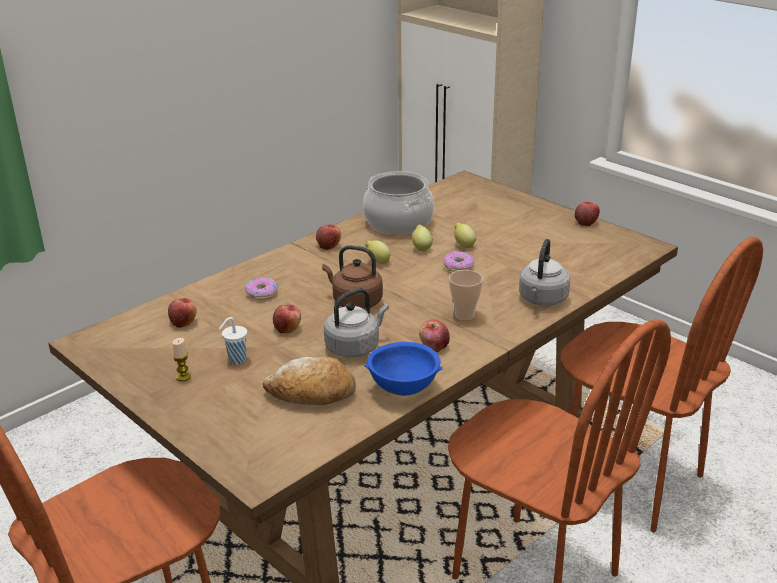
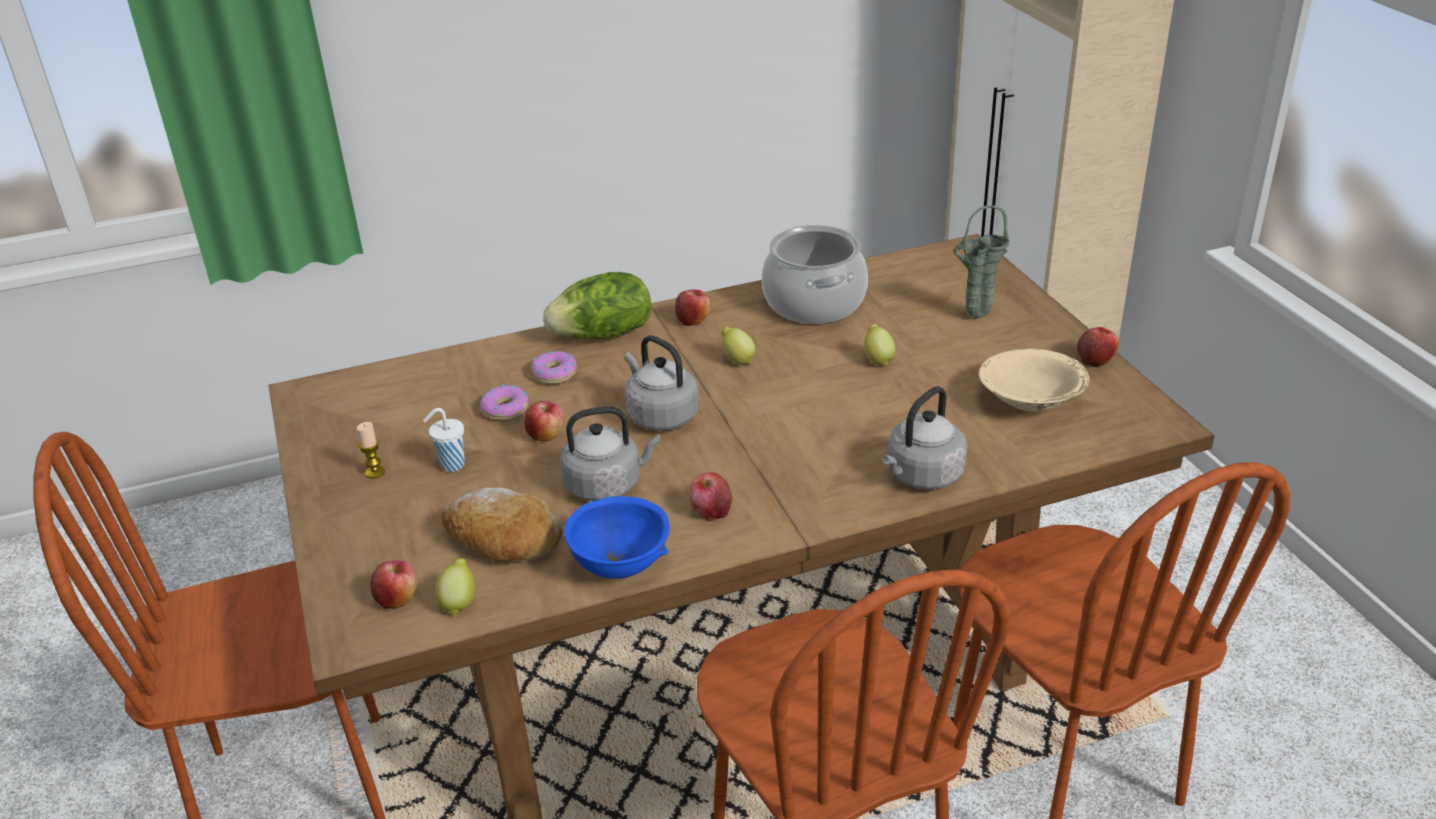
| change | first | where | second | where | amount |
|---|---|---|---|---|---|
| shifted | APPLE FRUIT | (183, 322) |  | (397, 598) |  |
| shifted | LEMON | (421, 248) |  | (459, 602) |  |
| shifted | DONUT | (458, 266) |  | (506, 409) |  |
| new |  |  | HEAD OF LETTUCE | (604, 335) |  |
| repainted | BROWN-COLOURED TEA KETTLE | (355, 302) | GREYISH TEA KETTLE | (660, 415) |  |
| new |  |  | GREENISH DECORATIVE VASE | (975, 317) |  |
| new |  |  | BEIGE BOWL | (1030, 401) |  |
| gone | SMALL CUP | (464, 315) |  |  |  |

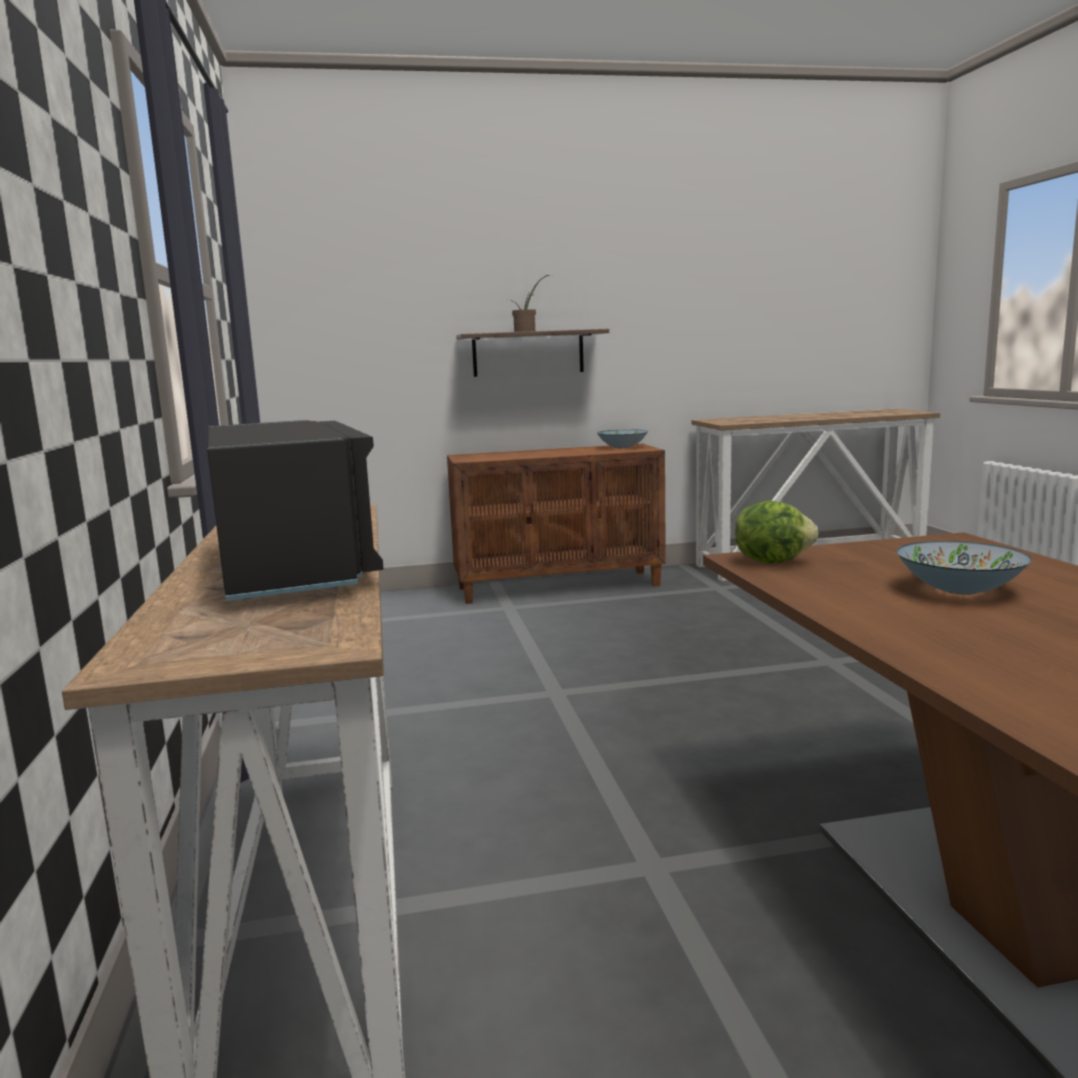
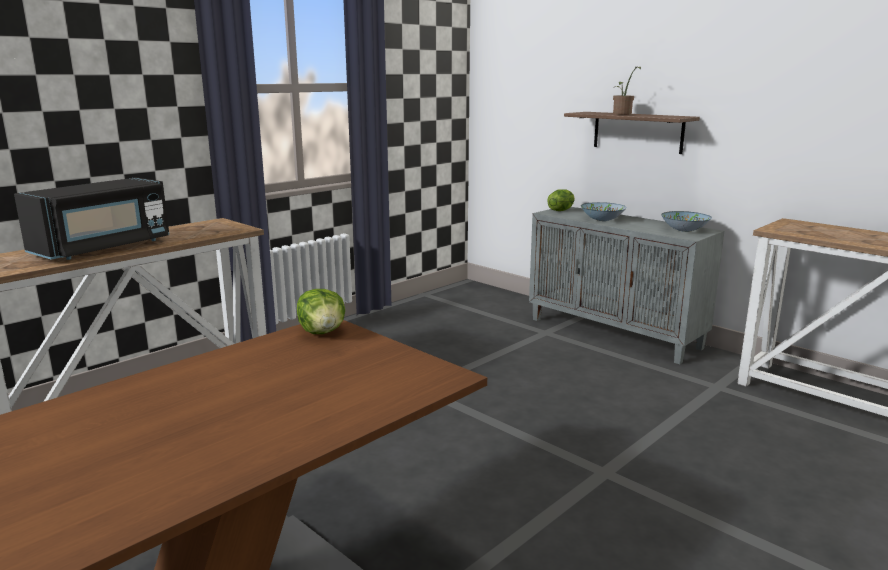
| change | first | where | second | where | amount |
|---|---|---|---|---|---|
| repainted | BROWN-COLOURED STORAGE CABINET | (559, 586) | GREYISH STORAGE CABINET | (615, 333) |  |
| new |  |  | HEAD OF LETTUCE | (560, 210) |  |
| shifted | BOWL | (959, 590) |  | (602, 220) |  |

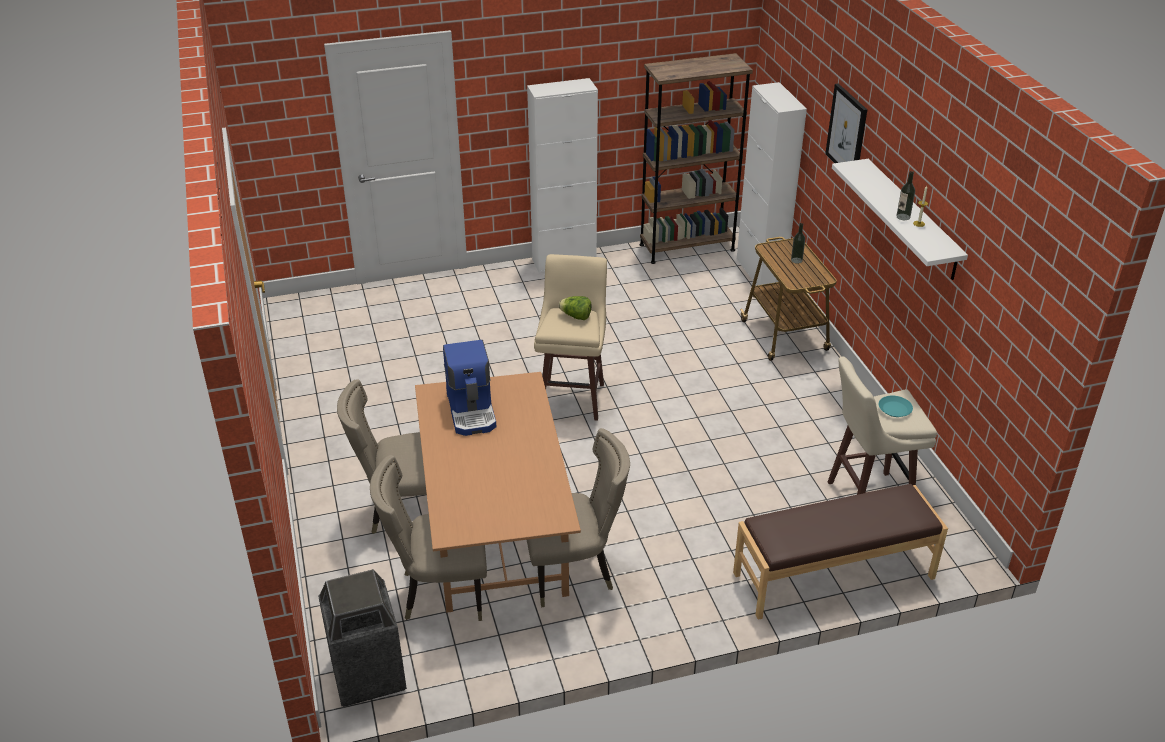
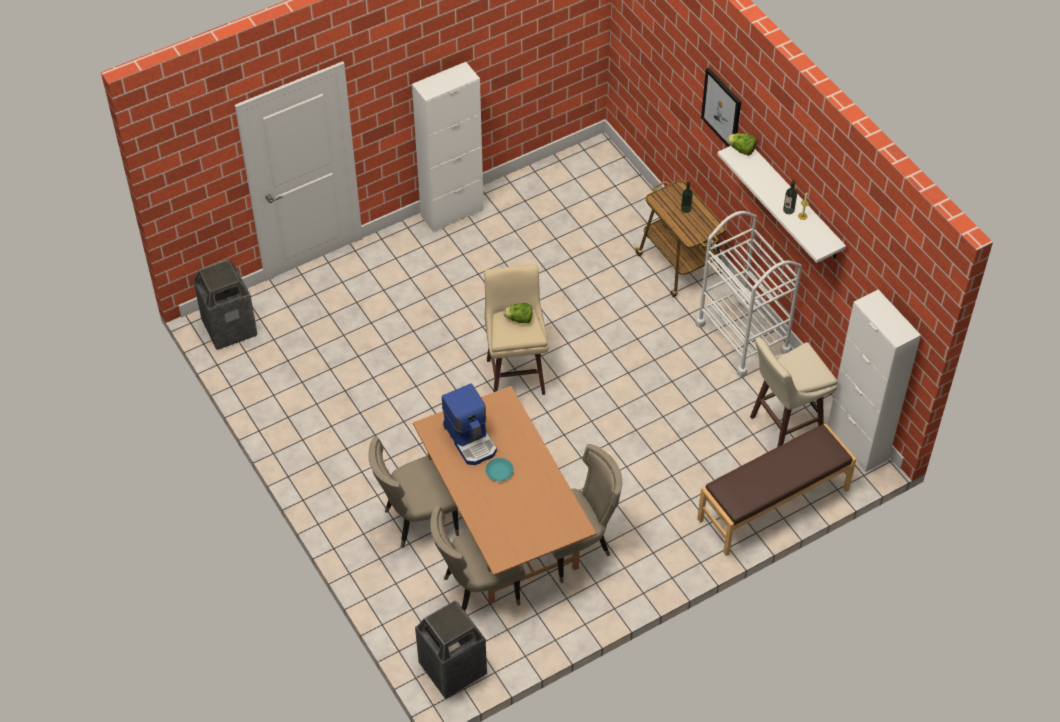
| change | first | where | second | where | amount |
|---|---|---|---|---|---|
| new |  |  | TRASH CAN | (229, 328) |  |
| shifted | BLUE-GREEN DINNER PLATE | (894, 409) |  | (499, 471) |  |
| new |  |  | WHITE-COLOURED TROLLEY | (742, 337) |  |
| new |  |  | HEAD OF LETTUCE | (741, 150) |  |
| shifted | WHITE-COLOURED STORAGE CABINET | (760, 272) |  | (857, 443) |  |
| gone | BROWN-COLOURED BOOKCASE | (687, 247) |  |  |  |

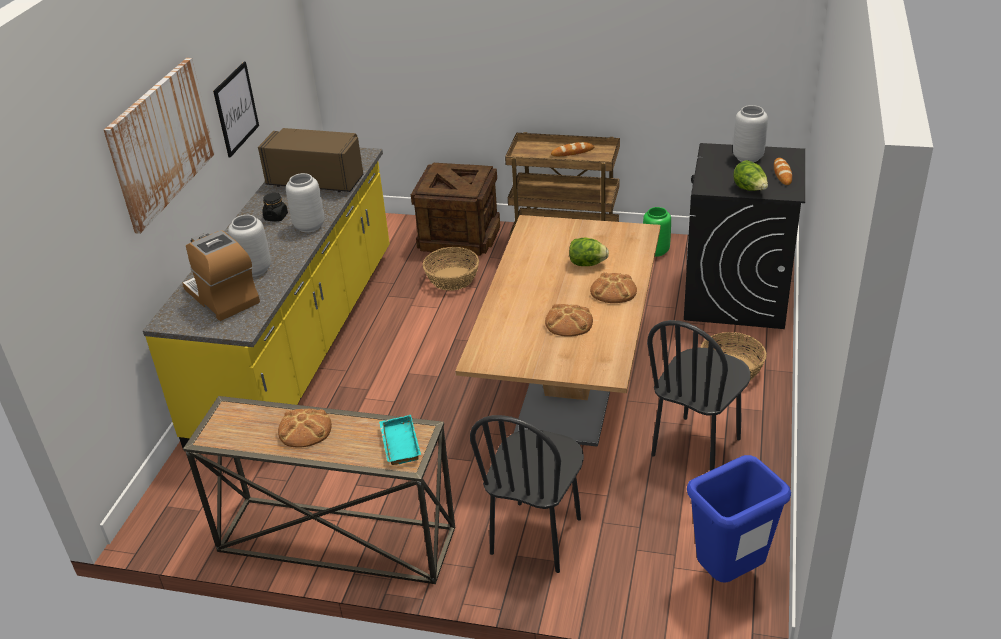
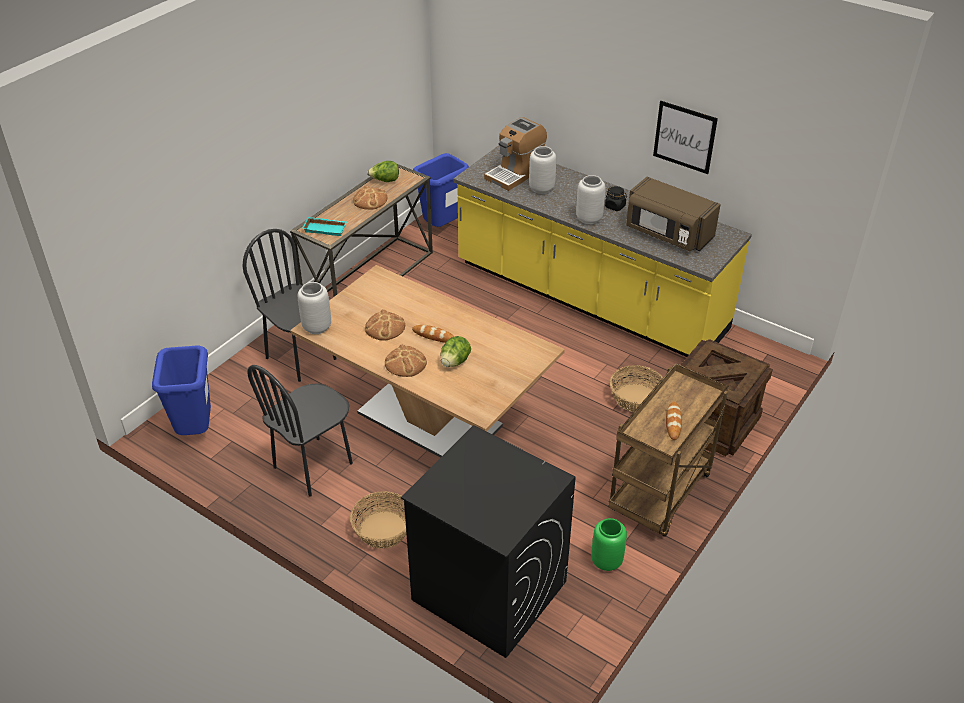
| change | first | where | second | where | amount |
|---|---|---|---|---|---|
| rotated | BLACK CHAIR | (697, 447) |  | (313, 466) | 105 degrees counterclockwise |
| shifted | GREYISH DECORATIVE VASE | (748, 158) |  | (316, 327) |  |
| shifted | HEAD OF LETTUCE | (750, 189) |  | (385, 181) |  |
| shifted | BAKED BREAD | (782, 173) |  | (434, 336) |  |
| new |  |  | BLUISH TRASH CAN | (443, 227) |  |
| rotated | COFFEE MAKER | (222, 297) |  | (515, 173) | 150 degrees clockwise |
| rotated | BROWN-COLOURED MICROWAVE OVEN | (317, 180) |  | (667, 233) | 90 degrees clockwise |
| gone | WALL PICTURE | (161, 142) |  |  |  |

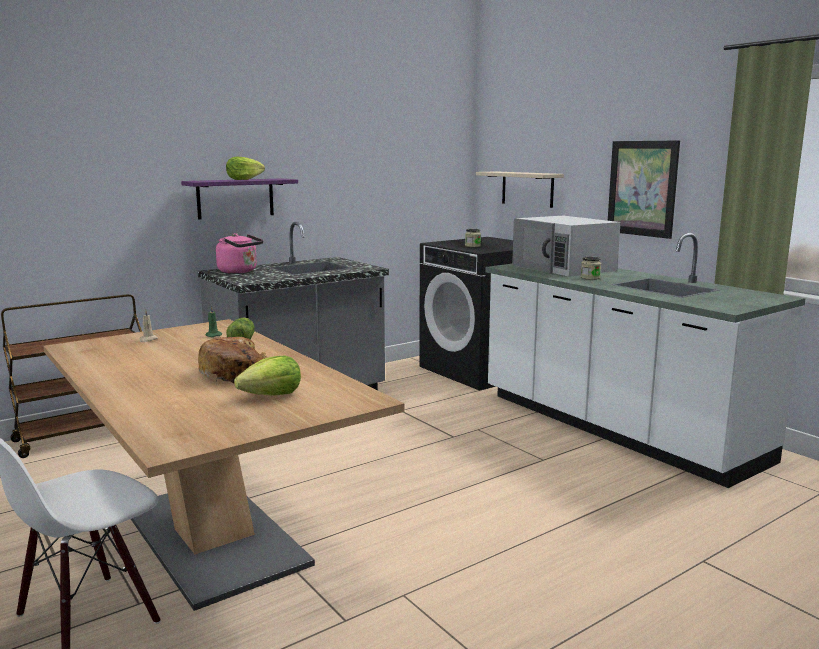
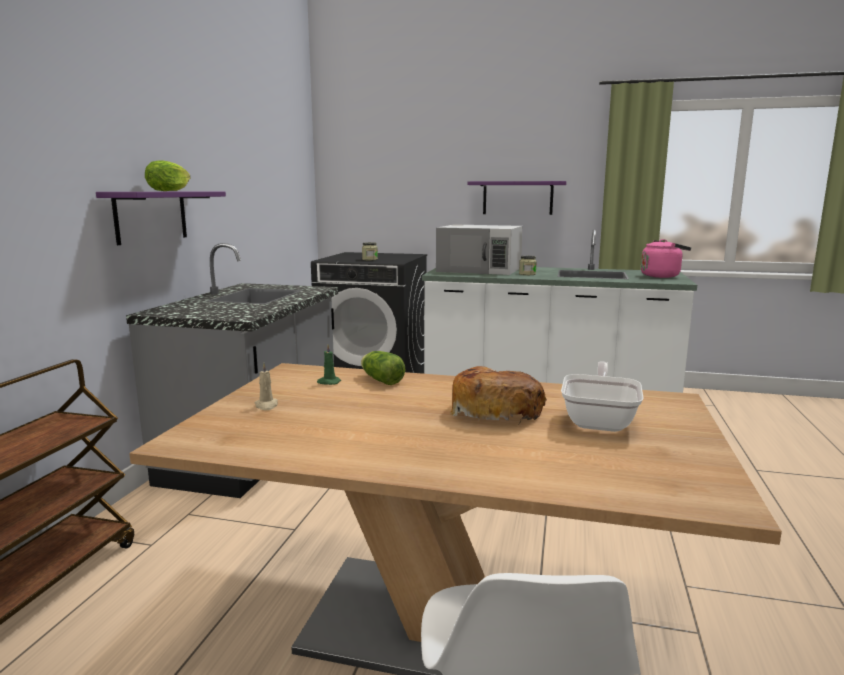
| change | first | where | second | where | amount |
|---|---|---|---|---|---|
| swapped | WALL PICTURE | (642, 188) | PURPLISH WALL SHELF | (517, 198) |  |
| swapped | HEAD OF LETTUCE | (272, 395) | SKILLET | (600, 420) |  |
| shifted | PINK-COLOURED TEA KETTLE | (240, 271) |  | (662, 276) |  |
| gone | BEIGE WALL SHELF | (527, 189) |  |  |  |

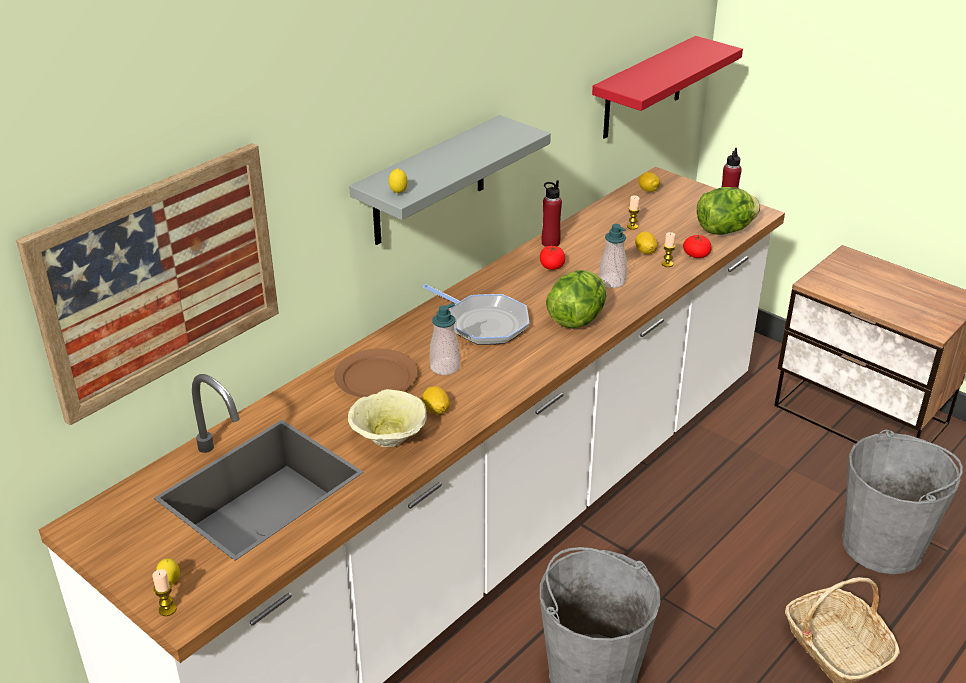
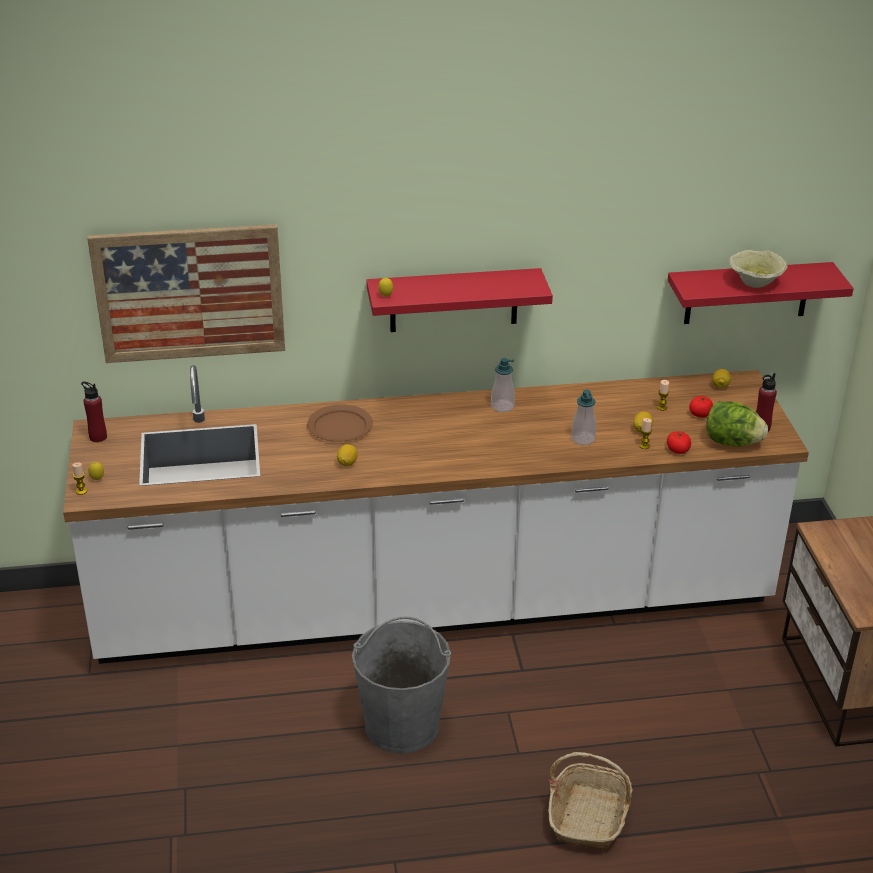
| change | first | where | second | where | amount |
|---|---|---|---|---|---|
| shifted | RED BOTTLE | (550, 243) |  | (98, 437) |  |
| repainted | GREYISH WALL SHELF | (429, 182) | RED WALL SHELF | (453, 300) |  |
| shifted | LIQUID SOAP BOTTLE | (444, 367) |  | (502, 406) |  |
| shifted | WHOLE TOMATO | (552, 266) |  | (700, 414) |  |
| shifted | BEIGE BOWL | (387, 438) |  | (753, 282) |  |
| gone | SKILLET | (484, 323) |  |  |  |
| gone | HEAD OF LETTUCE | (576, 319) |  |  |  |
| gone | GREYISH WATER BUCKET | (883, 545) |  |  |  |

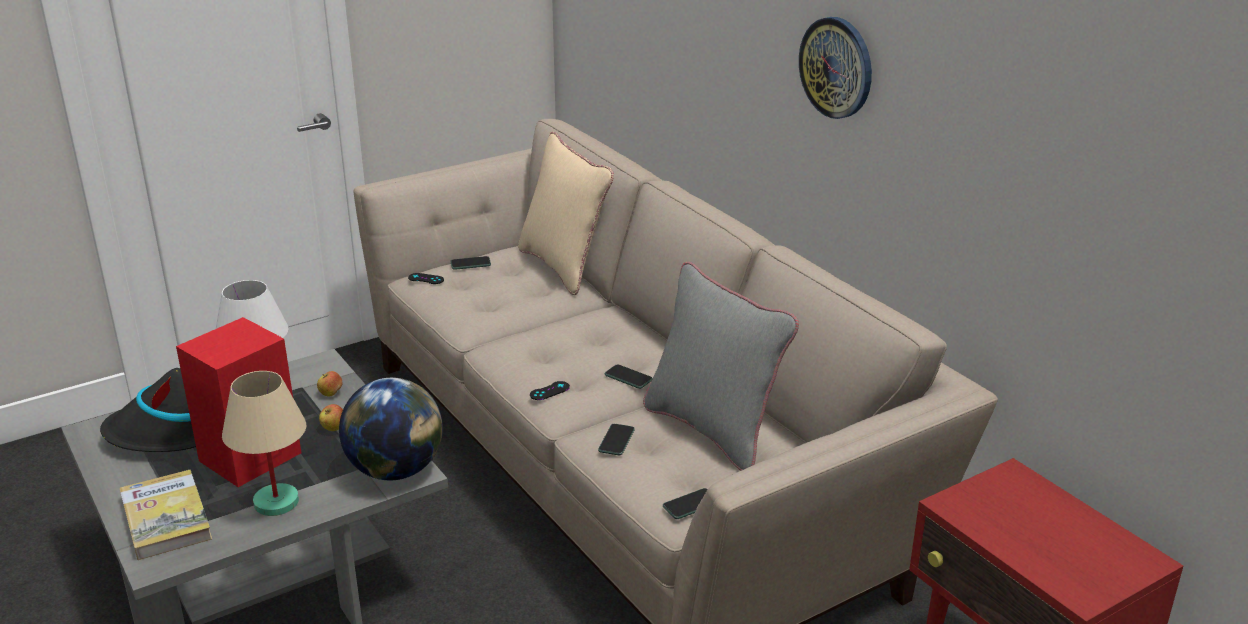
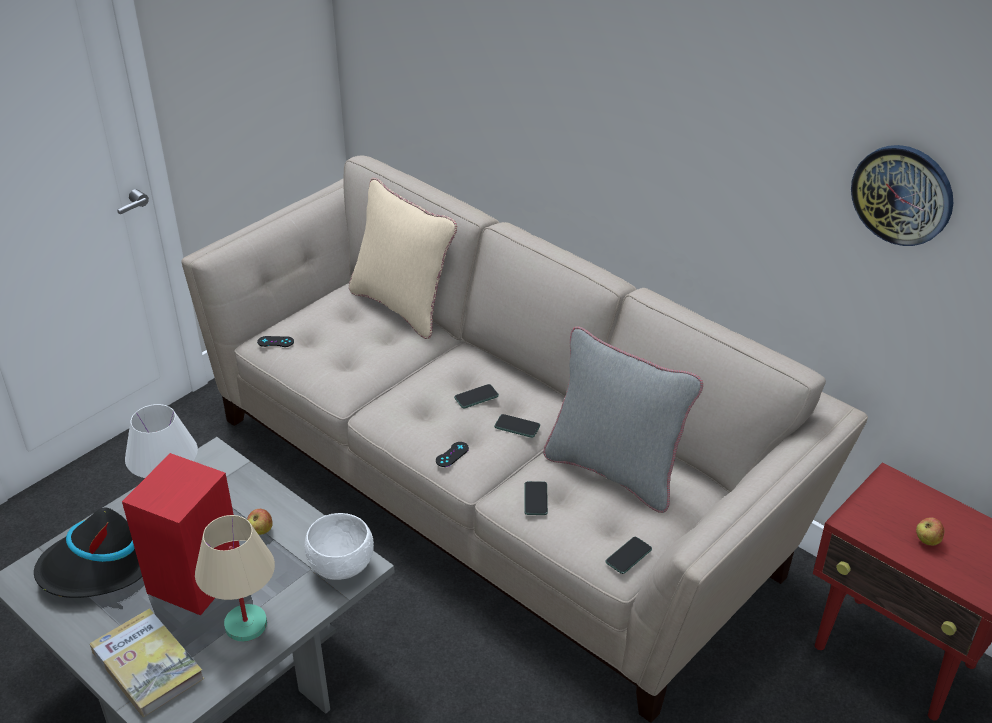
| change | first | where | second | where | amount |
|---|---|---|---|---|---|
| swapped | DESK GLOBE | (396, 470) | WHITE-COLOURED BOWL | (342, 566) |  |
| shifted | PHONE | (470, 264) |  | (476, 397) |  |
| shifted | HANGING CLOCK | (836, 67) |  | (902, 194) |  |
| shifted | APPLE FRUIT | (331, 394) |  | (927, 540) |  |

